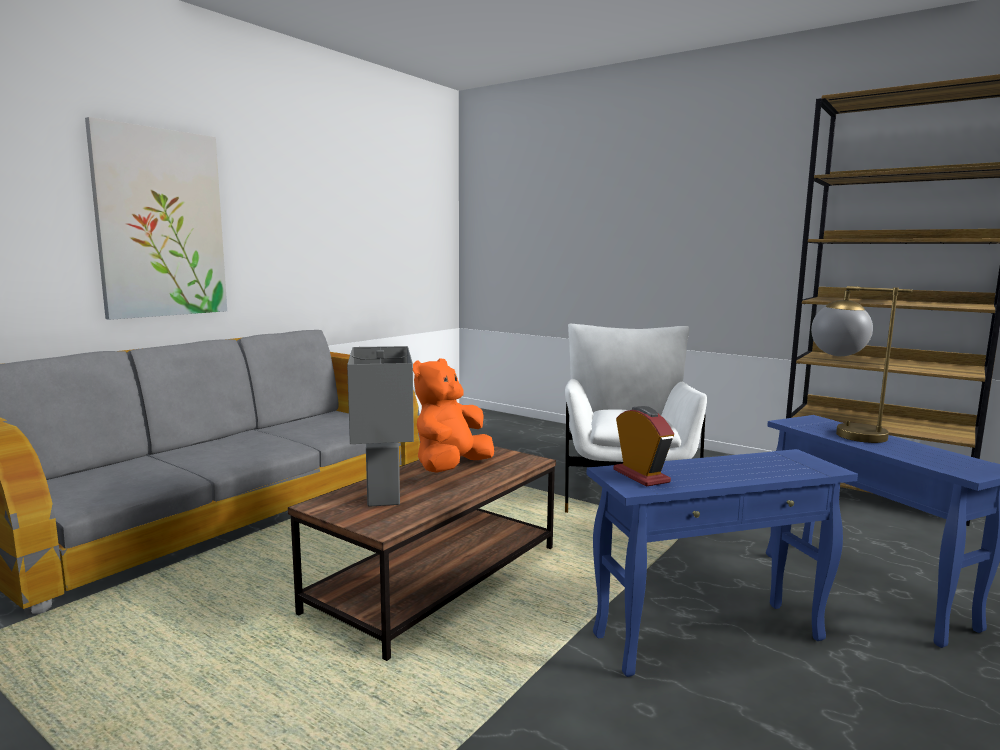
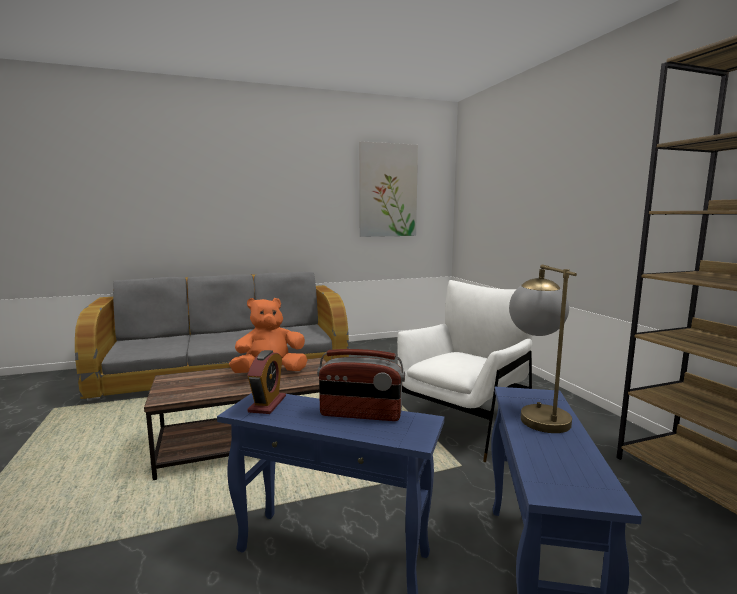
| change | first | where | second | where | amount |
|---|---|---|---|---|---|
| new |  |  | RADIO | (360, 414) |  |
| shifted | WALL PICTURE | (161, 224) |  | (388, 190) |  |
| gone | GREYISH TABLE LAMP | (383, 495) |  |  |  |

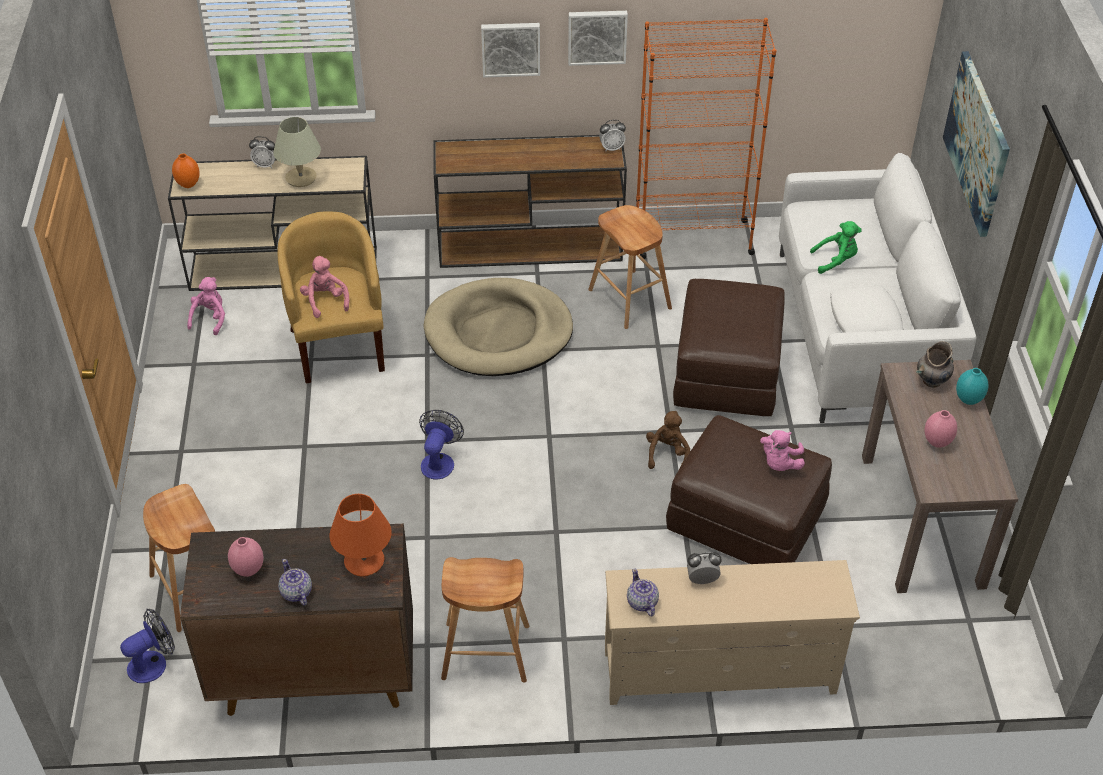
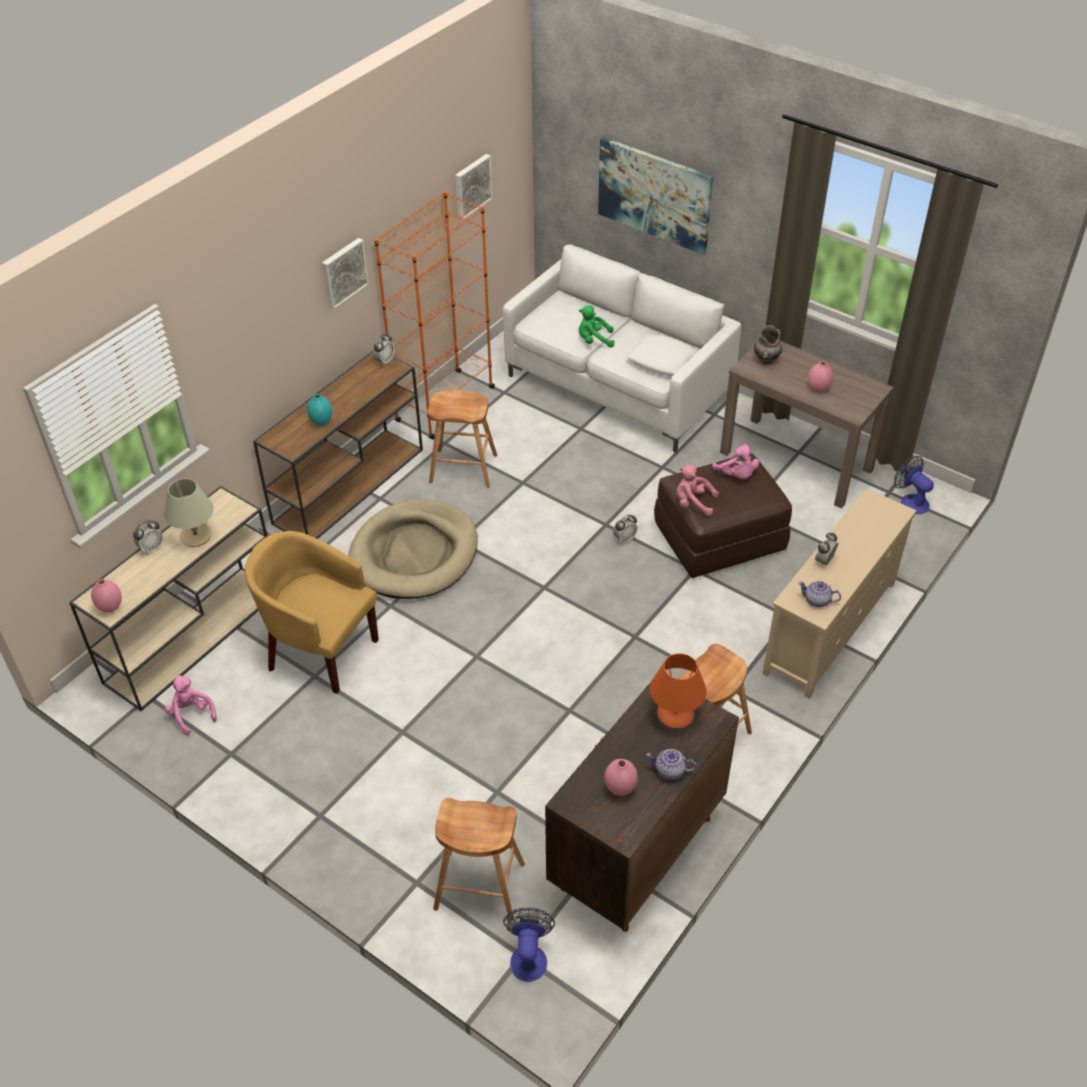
| change | first | where | second | where | amount |
|---|---|---|---|---|---|
| repainted | ORANGE DECORATIVE VASE | (188, 184) | PINK-COLOURED DECORATIVE VASE | (110, 607) |  |
| shifted | BLUE-GREEN DECORATIVE VASE | (968, 400) |  | (321, 422) |  |
| shifted | WALL PICTURE | (510, 48) |  | (472, 186) |  |
| rotated | GREENISH PLUSH TOY | (836, 260) |  | (594, 340) | 120 degrees counterclockwise |
| swapped | BROWN-COLOURED PLUSH TOY | (667, 454) | BEDSIDE CLOCK | (624, 538) |  |
| shifted | PINK-COLOURED PLUSH TOY | (325, 301) |  | (693, 503) |  |
| shifted | FAN | (439, 461) |  | (910, 501) |  |
| gone | BROWN-COLOURED POUFFE | (727, 373) |  |  |  |

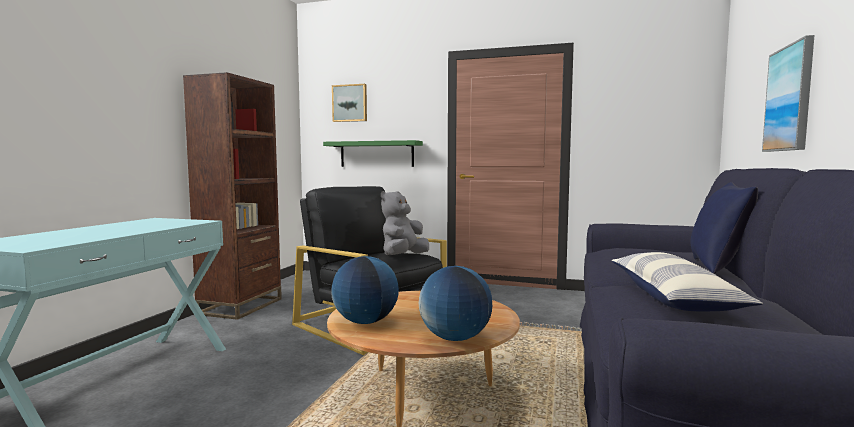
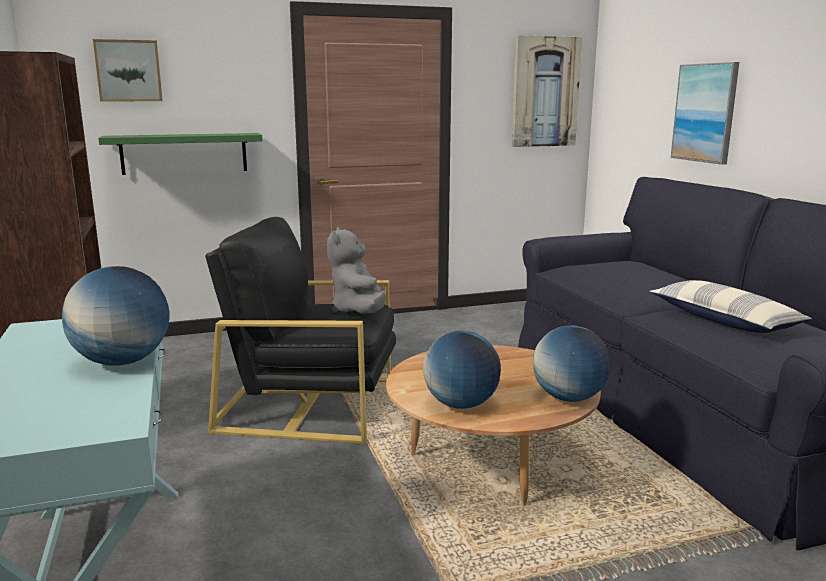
| change | first | where | second | where | amount |
|---|---|---|---|---|---|
| new |  |  | DESK GLOBE | (122, 362) |  |
| new |  |  | WALL PICTURE | (545, 92) |  |
| gone | BLUISH PILLOW | (718, 268) |  |  |  |

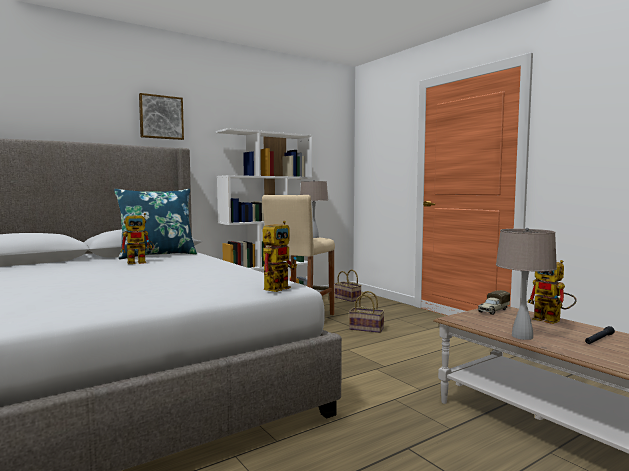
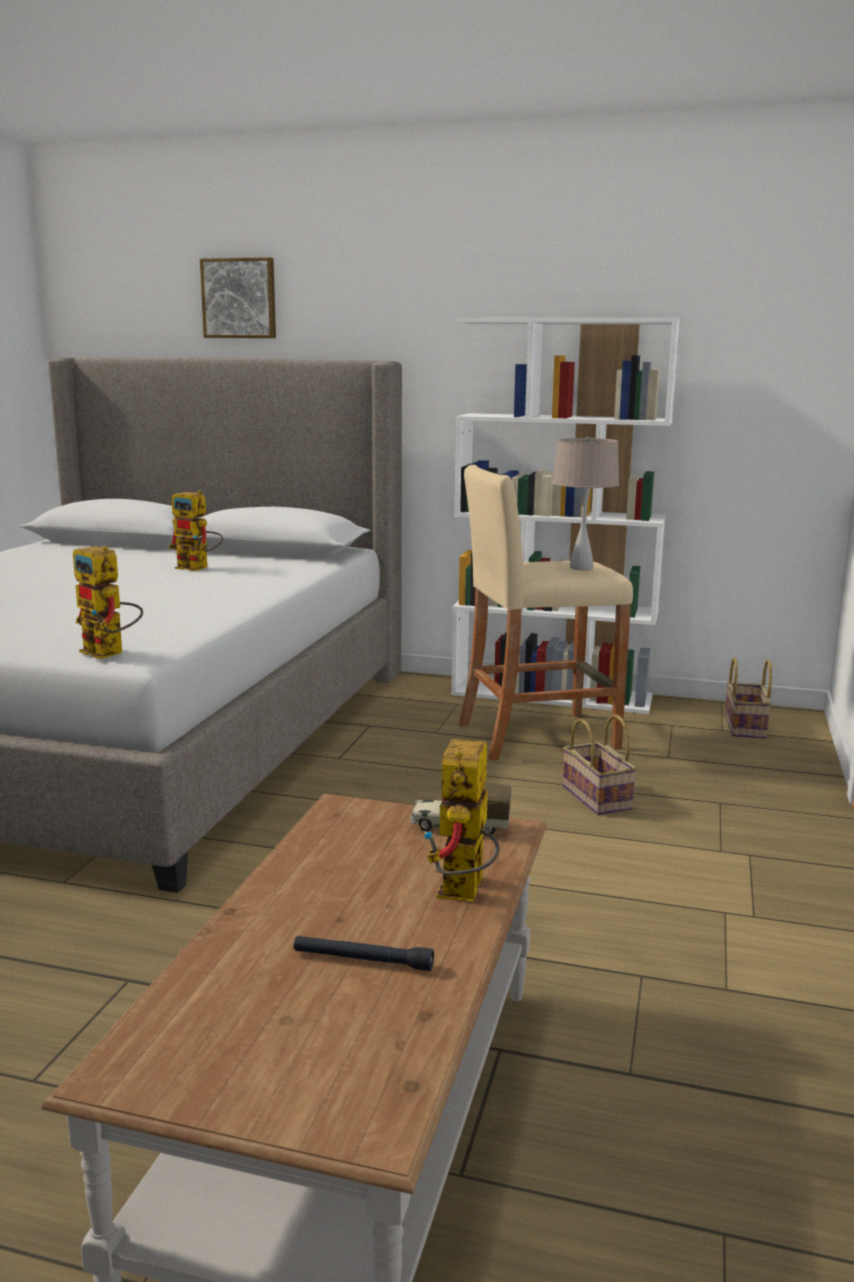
| change | first | where | second | where | amount |
|---|---|---|---|---|---|
| rotated | MODEL ROBOT | (278, 287) |  | (110, 653) | 45 degrees clockwise |
| shifted | WALL PICTURE | (161, 117) |  | (240, 298) |  |
| gone | BLUISH PILLOW | (157, 255) |  |  |  |
| gone | BEIGE TABLE LAMP | (521, 336) |  |  |  |

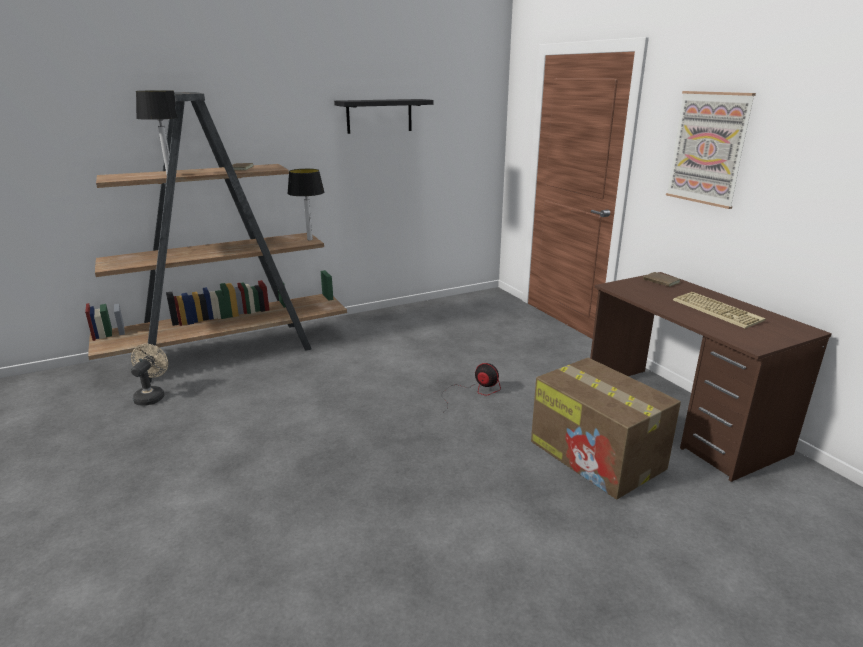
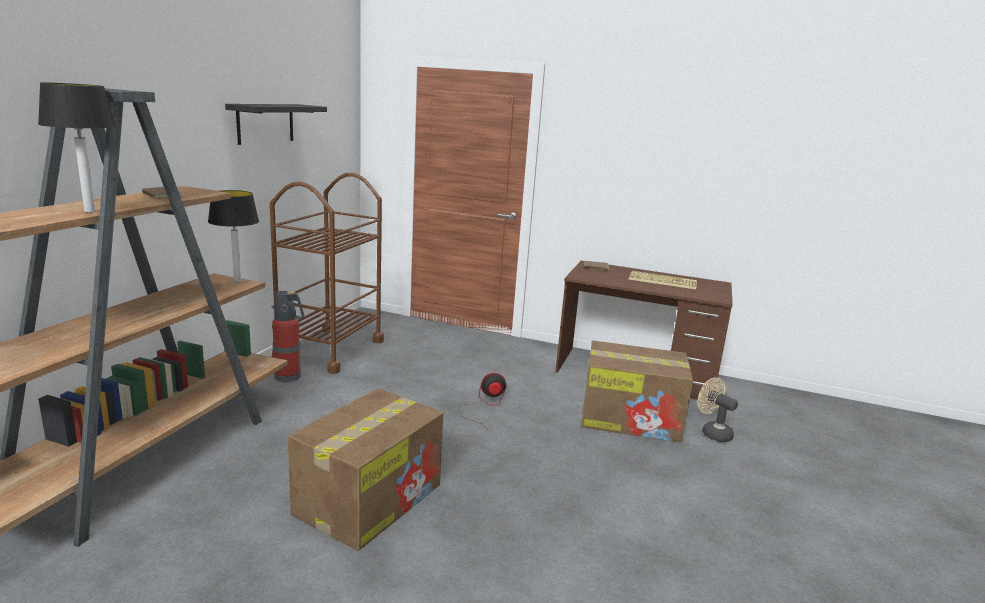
| change | first | where | second | where | amount |
|---|---|---|---|---|---|
| new |  |  | BROWN-COLOURED TROLLEY | (330, 350) |  |
| new |  |  | FIRE EXTINGUISHER | (289, 376) |  |
| new |  |  | PACKING BOX | (370, 498) |  |
| shifted | BEIGE FAN | (151, 396) |  | (712, 432) |  |
| gone | WALL PICTURE | (708, 148) |  |  |  |

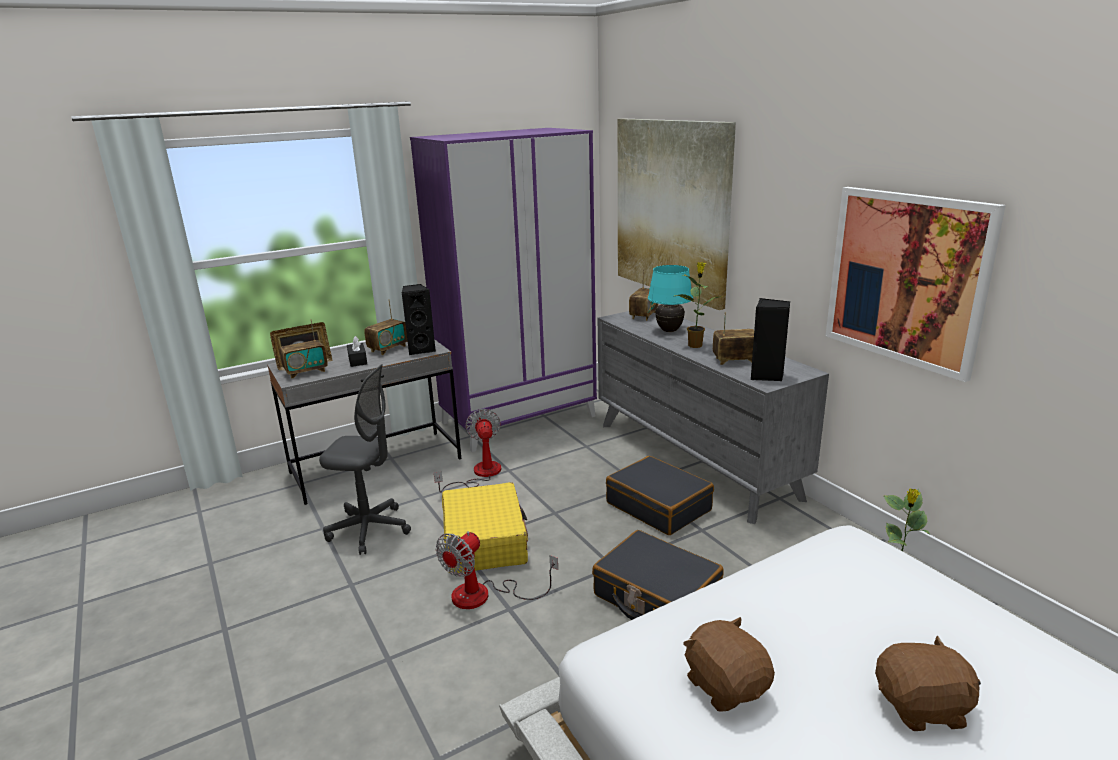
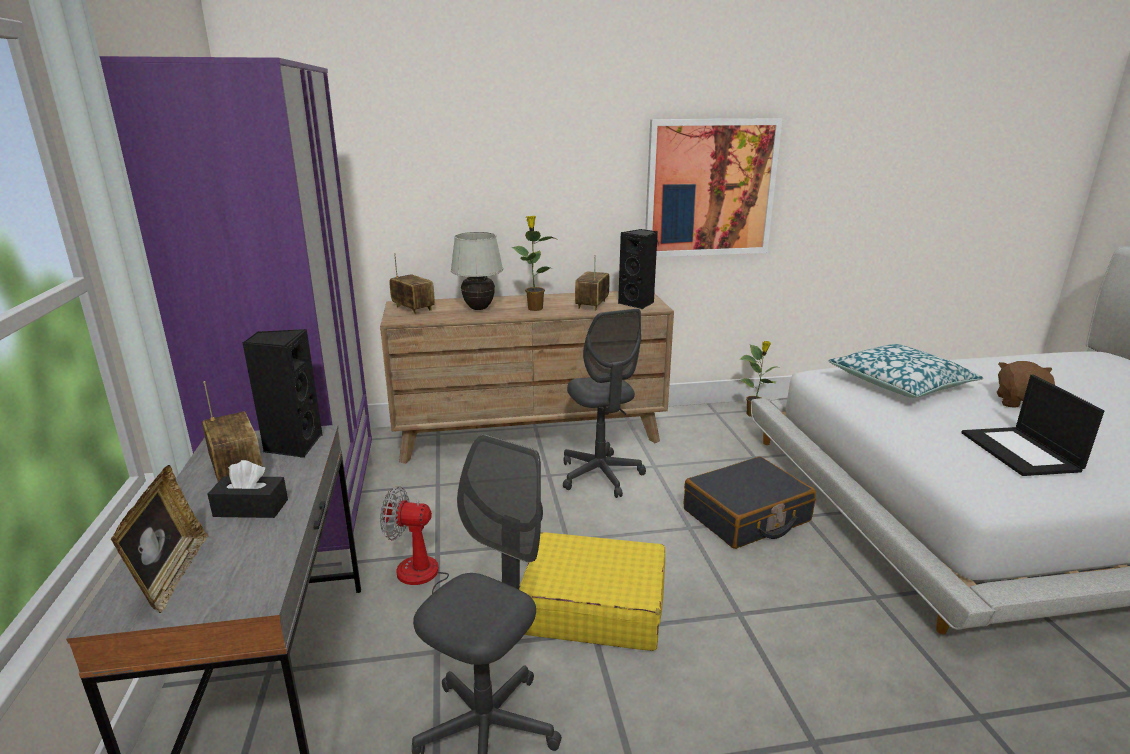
| change | first | where | second | where | amount |
|---|---|---|---|---|---|
| repainted | GREYISH CHEST OF DRAWERS | (694, 459) | BROWN-COLOURED CHEST OF DRAWERS | (530, 435) |  |
| repainted | BLUE-GREEN TABLE LAMP | (669, 331) | WHITE-COLOURED TABLE LAMP | (479, 309) |  |
| swapped | BLACK SUITCASE | (659, 506) | GREYISH COMPUTER CHAIR | (600, 475) |  |
| new |  |  | PILLOW | (900, 384) |  |
| swapped | BROWN-COLOURED PLUSH TOY | (726, 685) | NOTEBOOK COMPUTER | (1021, 452) |  |
| gone | RADIO | (306, 372) |  |  |  |
| gone | FAN | (484, 595) |  |  |  |
| gone | WALL PICTURE | (671, 208) |  |  |  |

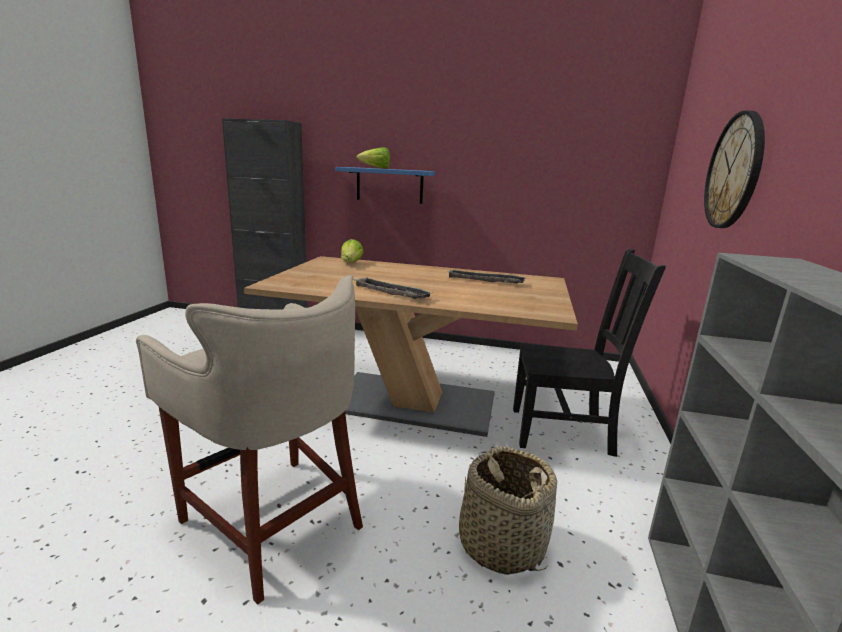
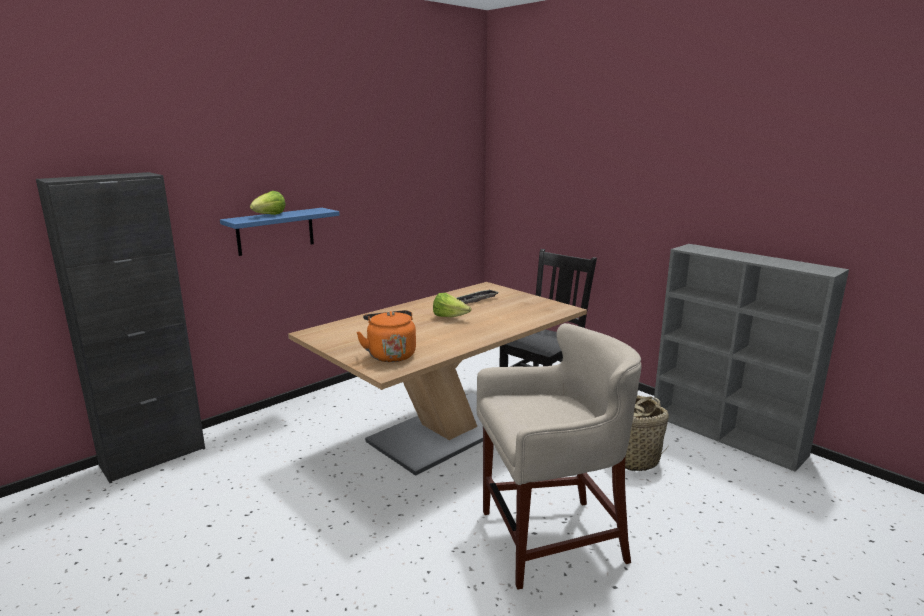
| change | first | where | second | where | amount |
|---|---|---|---|---|---|
| new |  |  | ORANGE TEA KETTLE | (390, 354) |  |
| shifted | HEAD OF LETTUCE | (351, 263) |  | (450, 317) |  |
| gone | CARRYING TRAY | (391, 293) |  |  |  |
| gone | HANGING CLOCK | (734, 171) |  |  |  |

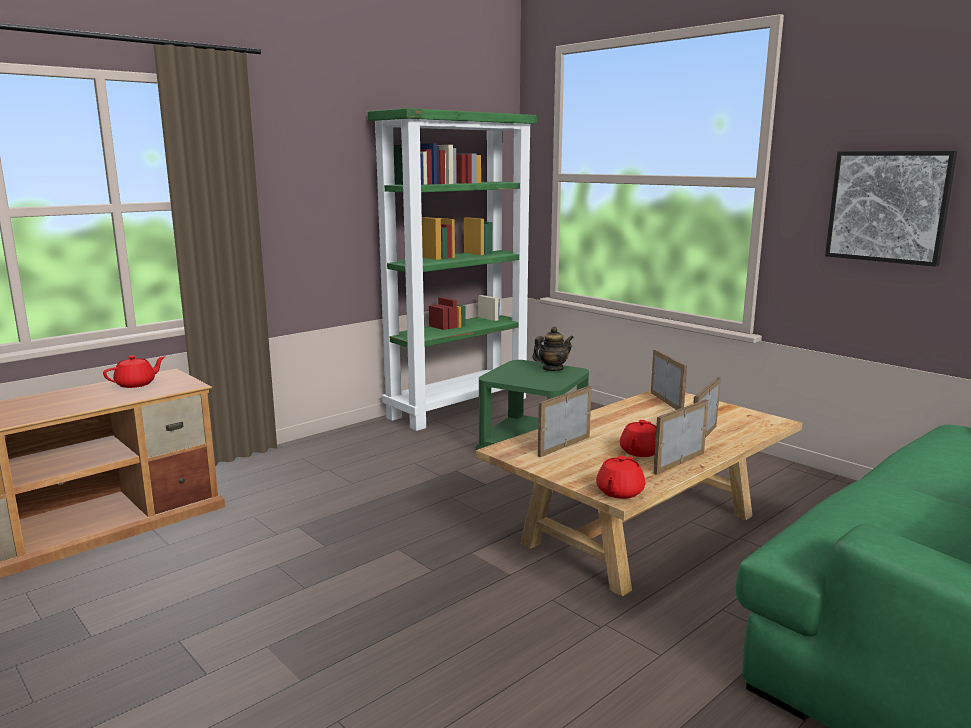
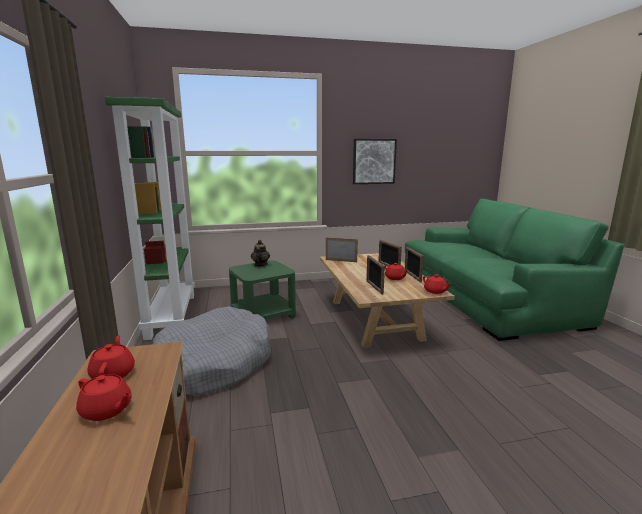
| change | first | where | second | where | amount |
|---|---|---|---|---|---|
| new |  |  | RED TEA POT | (107, 410) |  |
| new |  |  | GREYISH DOG BED | (214, 364) |  |

